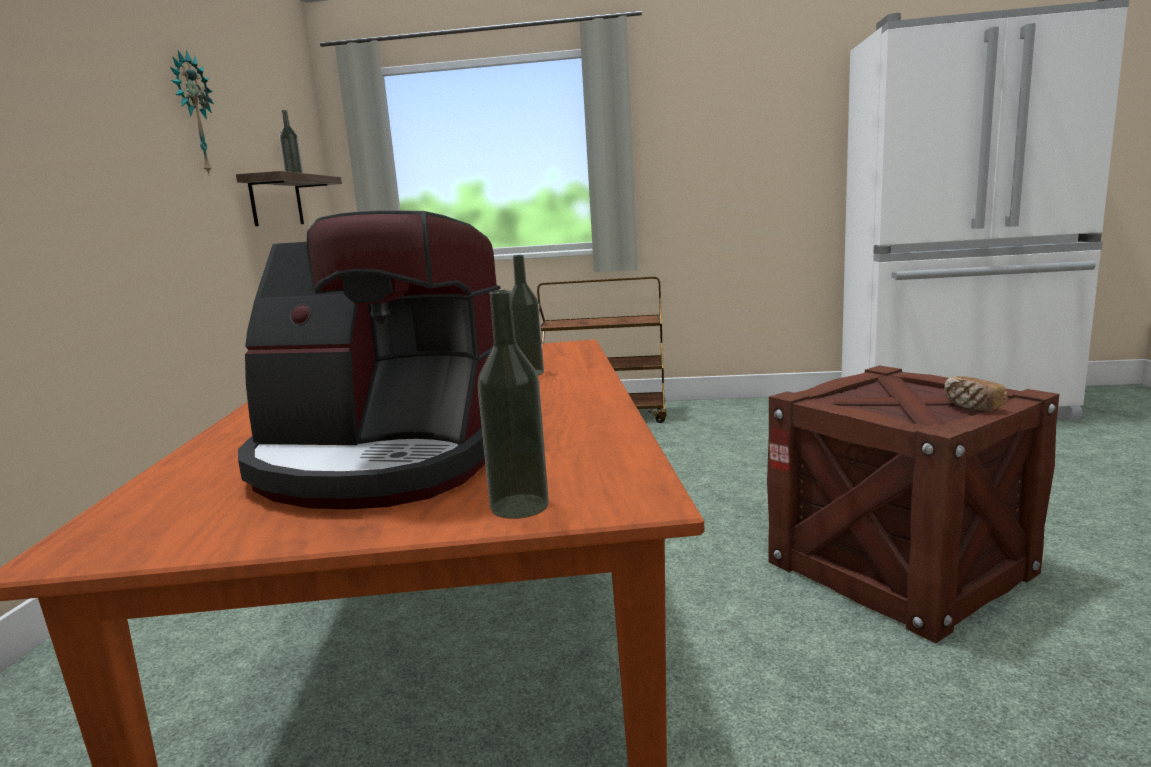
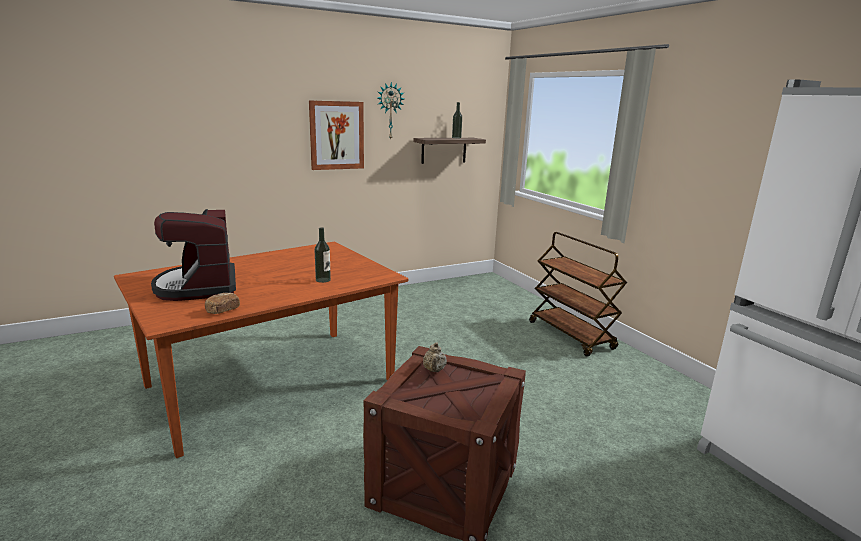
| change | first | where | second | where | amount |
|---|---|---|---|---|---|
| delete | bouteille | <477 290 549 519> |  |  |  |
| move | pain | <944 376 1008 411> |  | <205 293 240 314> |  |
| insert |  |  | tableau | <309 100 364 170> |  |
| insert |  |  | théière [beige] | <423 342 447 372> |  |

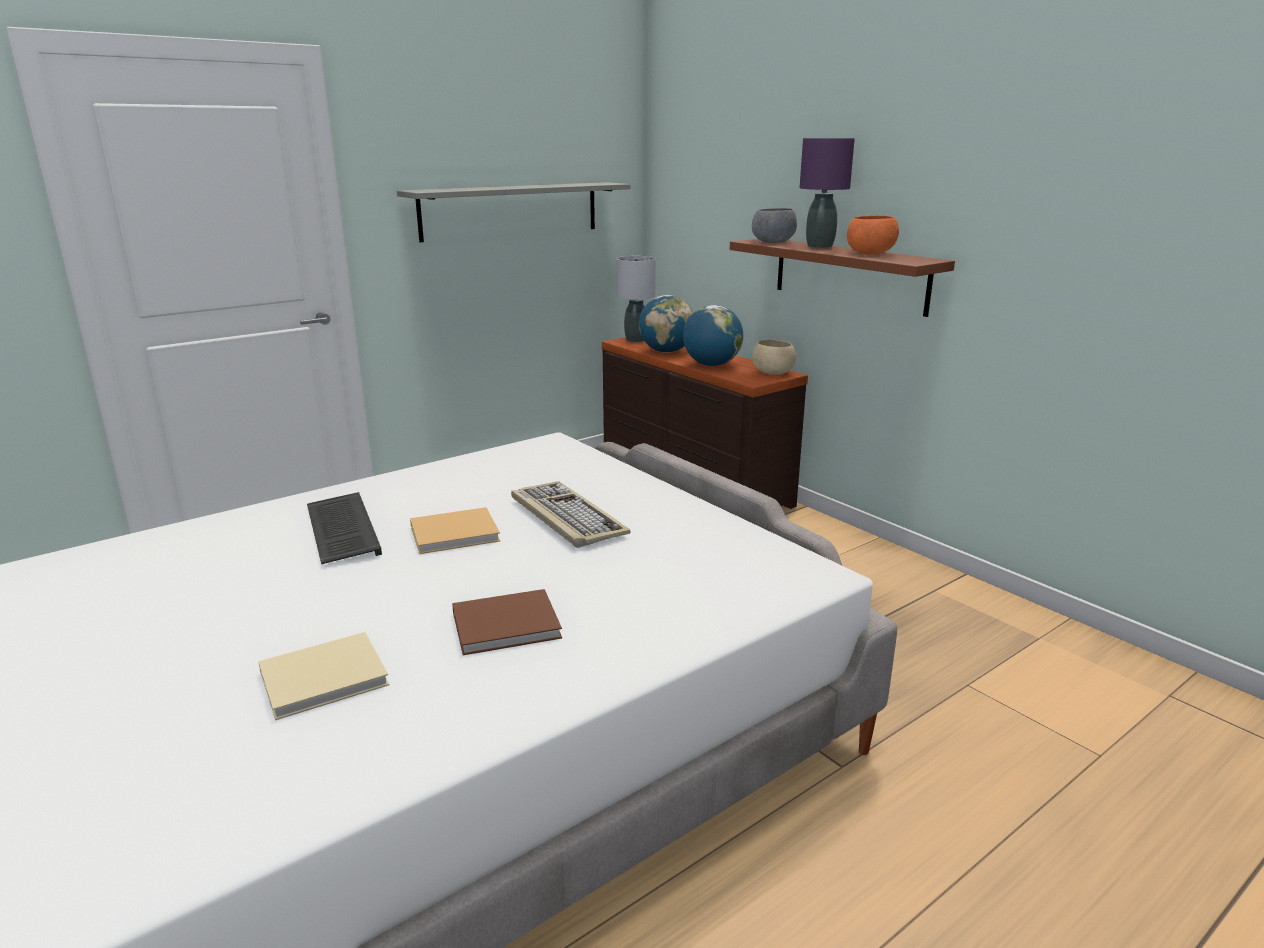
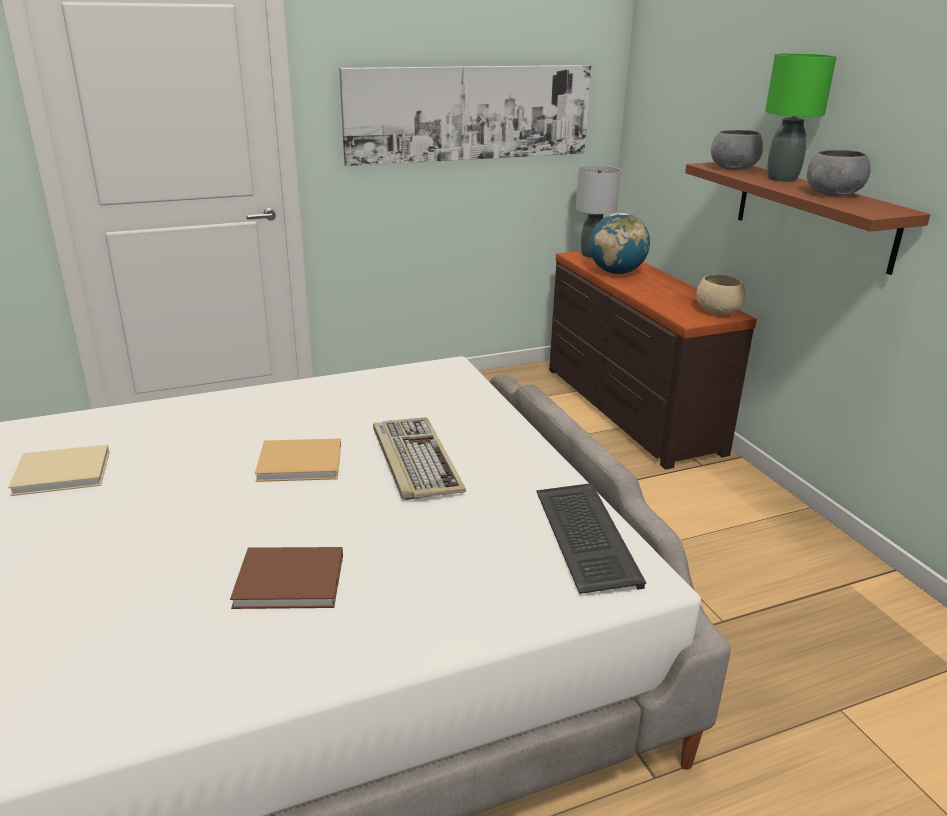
| change | first | where | second | where | amount |
|---|---|---|---|---|---|
| recolor | lampe de table [violet] | <800 138 855 248> | lampe de table [vert] | <765 53 837 182> |  |
| replace | étagère [gris] | <397 182 631 242> | tableau | <339 65 591 166> |  |
| recolor | bol [orange] | <847 216 899 255> | bol [gris] | <807 150 871 196> |  |
| delete | globe | <683 305 743 366> |  |  |  |
| move | clavier | <307 492 382 564> |  | <536 483 646 594> |  |
| move | livre [beige] | <258 632 389 720> |  | <8 444 110 496> |  |

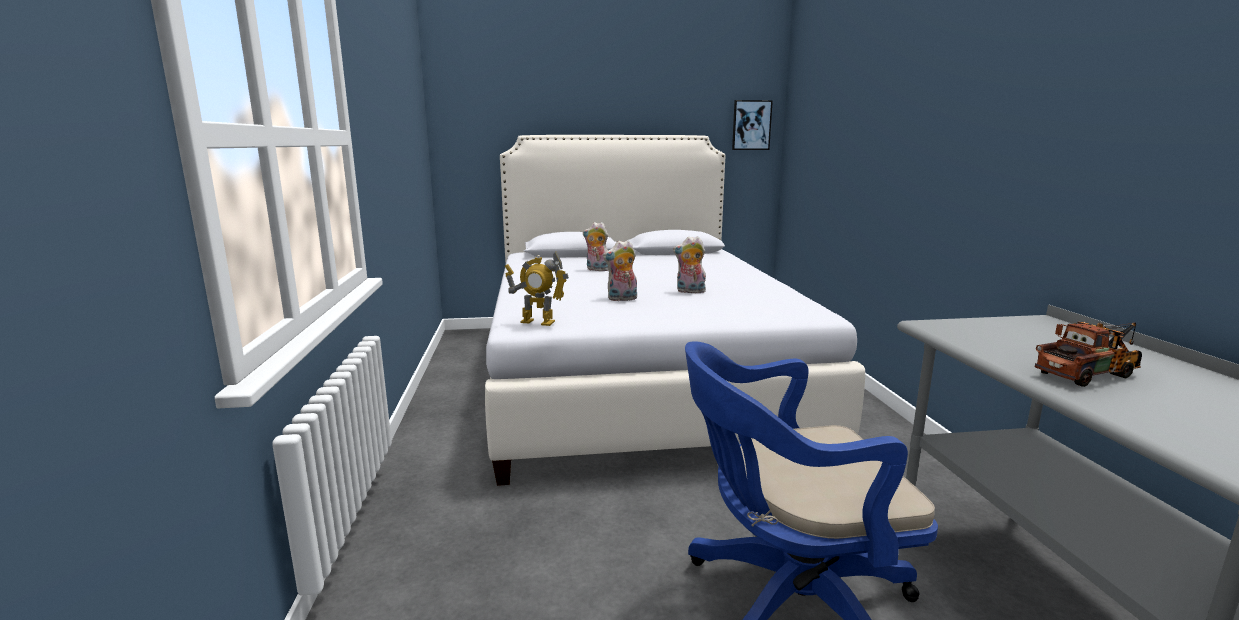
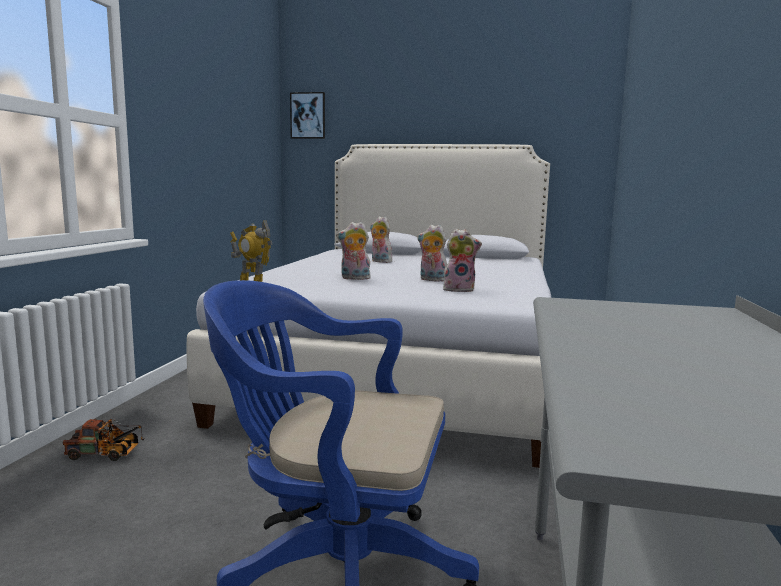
| change | first | where | second | where | amount |
|---|---|---|---|---|---|
| move | tableau | <732 100 773 150> |  | <290 92 325 139> |  |
| move | camion jouet | <1035 322 1142 387> |  | <63 419 144 461> |  |
| insert |  |  | peluche | <443 229 482 292> |  |

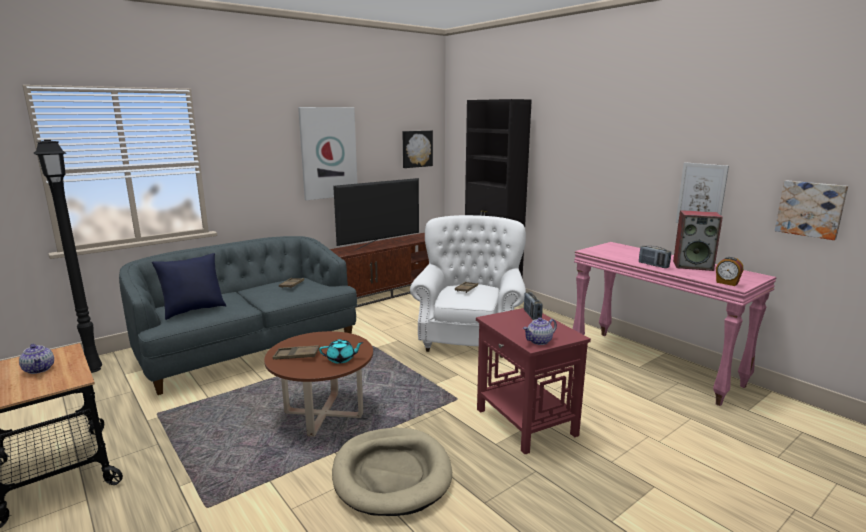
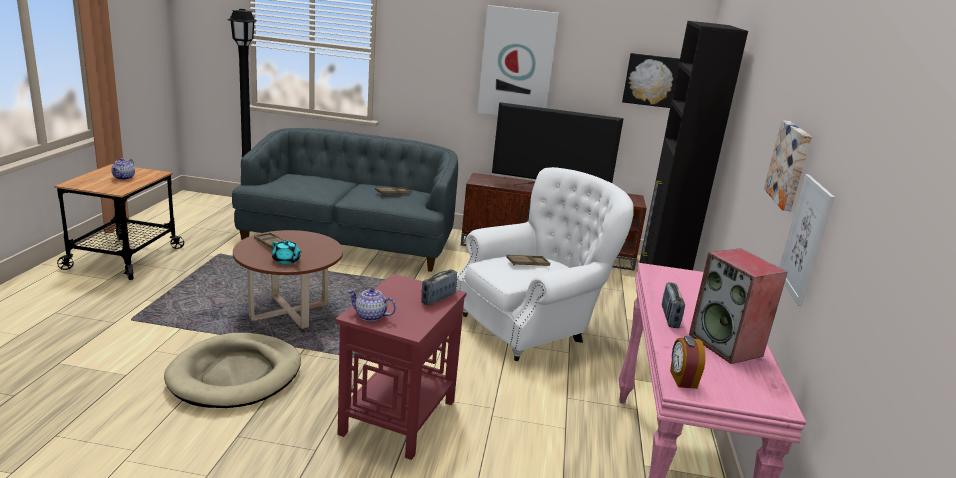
| change | first | where | second | where | amount |
|---|---|---|---|---|---|
| move | tableau | <775 180 848 240> |  | <764 120 812 211> |  |
| delete | coussin [bleu] | <152 253 226 320> |  |  |  |

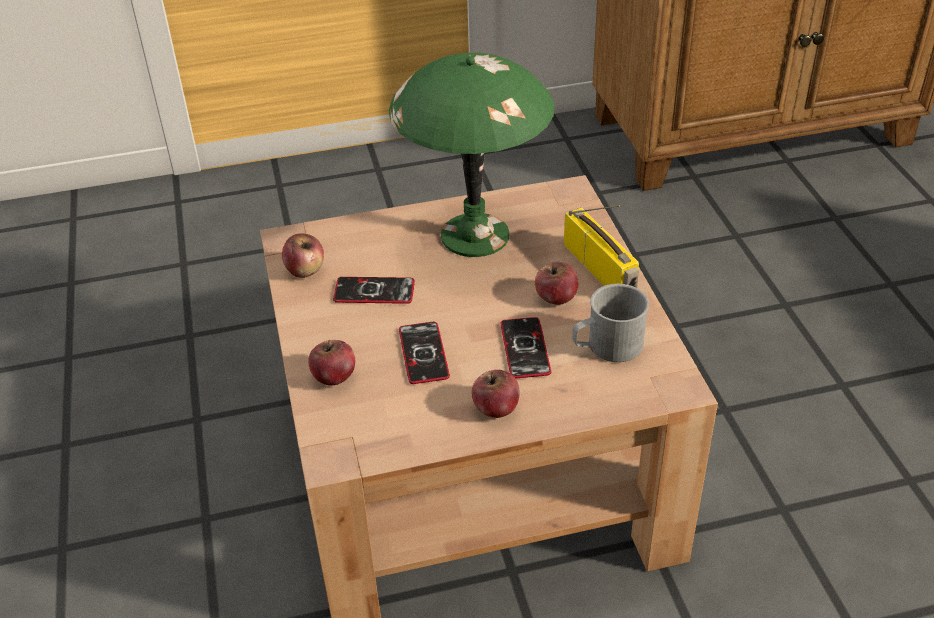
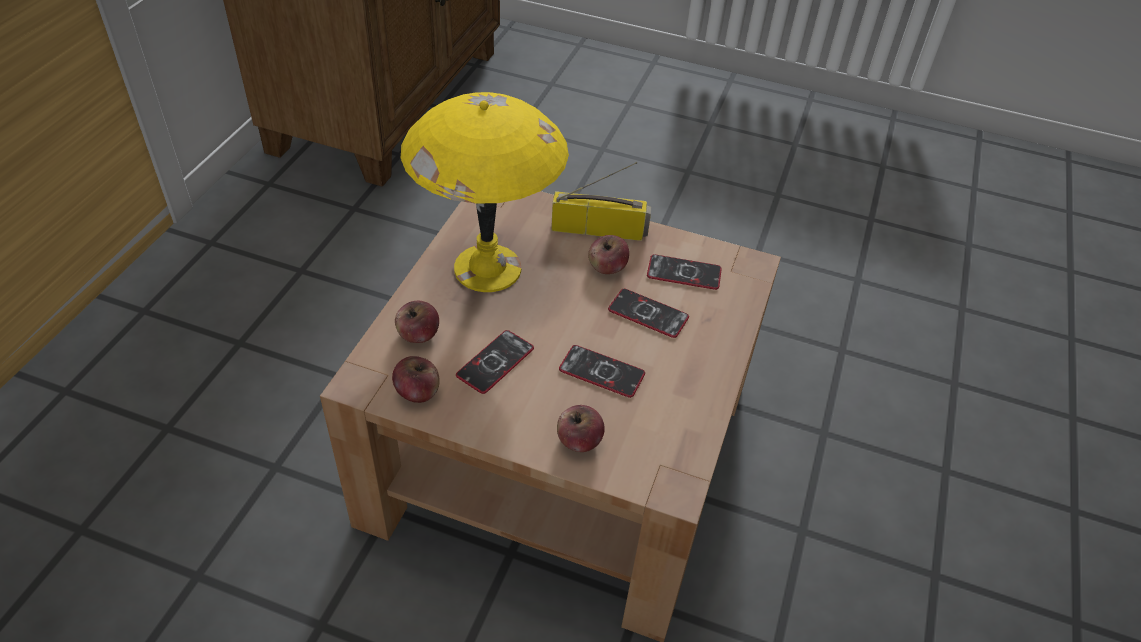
| change | first | where | second | where | amount |
|---|---|---|---|---|---|
| recolor | lampe de table [vert] | <389 53 555 257> | lampe de table [jaune] | <401 92 569 292> |  |
| replace | mug [gris] | <572 284 649 362> | téléphone | <647 254 722 290> |  |
| move | pomme | <472 370 520 418> |  | <395 301 439 343> |  |

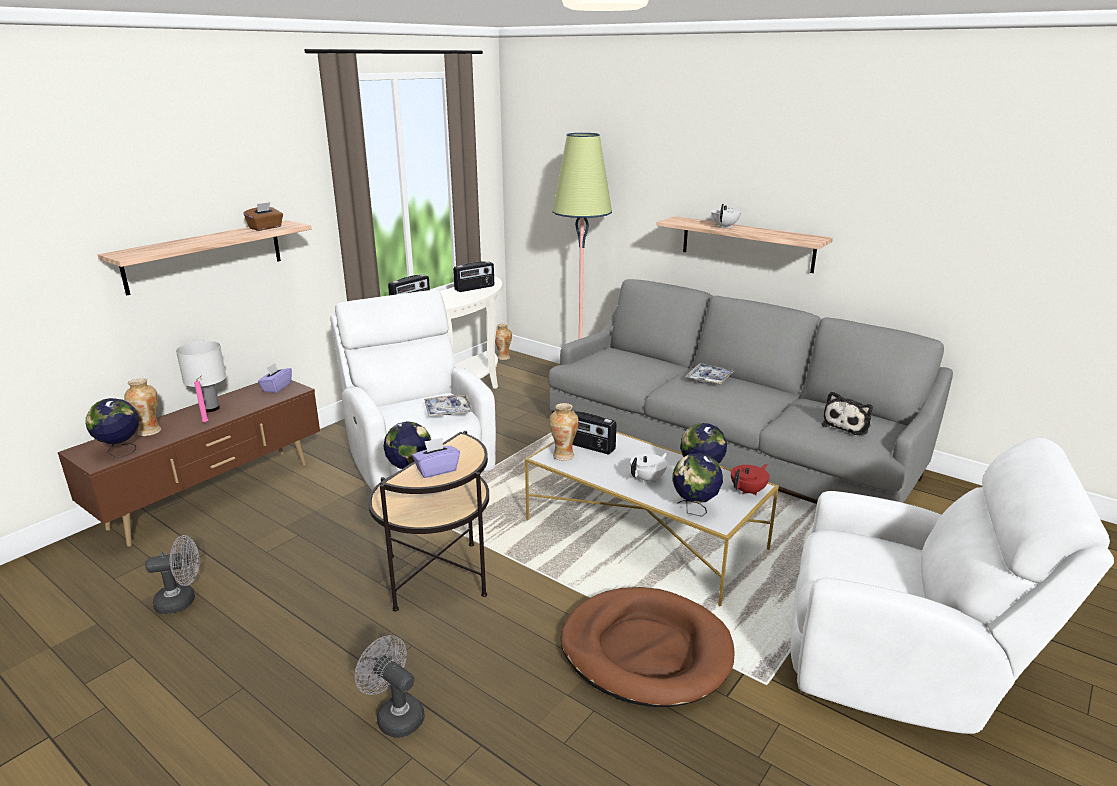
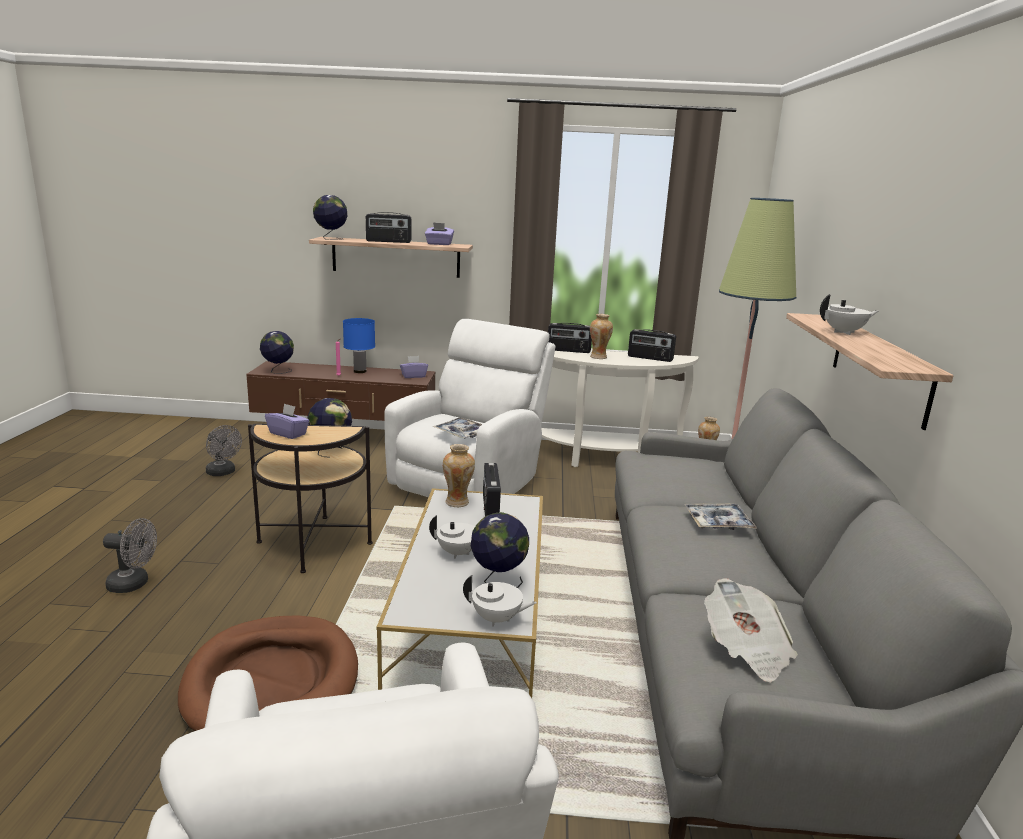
| change | first | where | second | where | amount |
|---|---|---|---|---|---|
| recolor | boîte à mouchoirs [marron] | <243 202 283 231> | boîte à mouchoirs [violet] | <425 222 454 245> |  |
| recolor | lampe de table [blanc] | <176 341 226 412> | lampe de table [bleu] | <343 318 375 373> |  |
| move | vase | <124 378 161 436> |  | <590 314 613 359> |  |
| replace | peluche | <822 391 873 435> | journal | <704 578 798 683> |  |
| move | globe | <673 453 723 517> |  | <313 195 347 240> |  |
| recolor | théière [rouge] | <731 464 770 495> | théière [blanc] | <463 575 537 627> |  |
| rotate | ventilateur [gris] | <355 635 425 738> |  | <103 518 157 593> | 90 degrees clockwise |
| insert |  |  | radio | <366 212 411 243> |  |

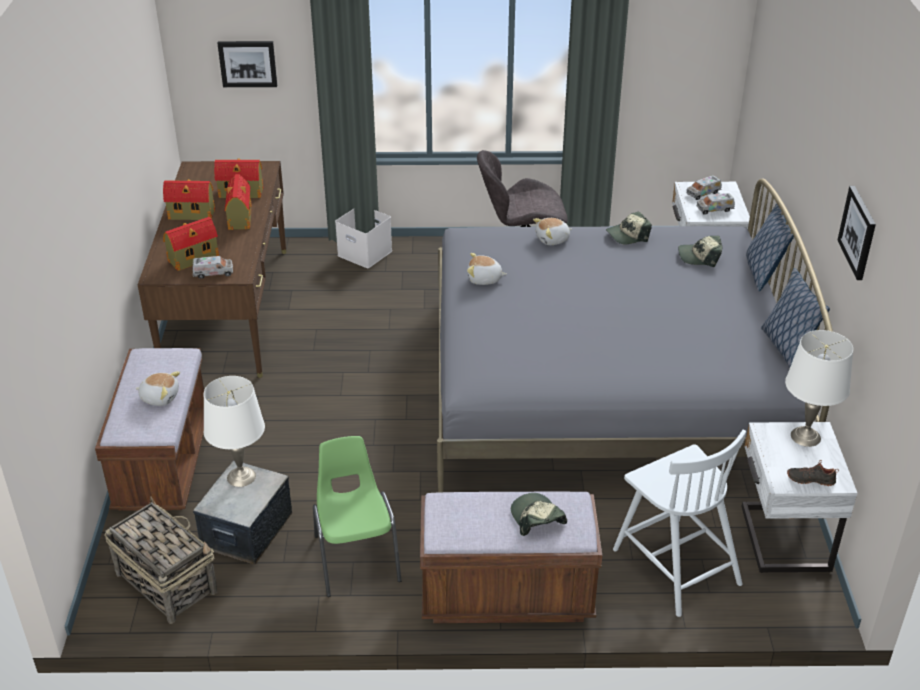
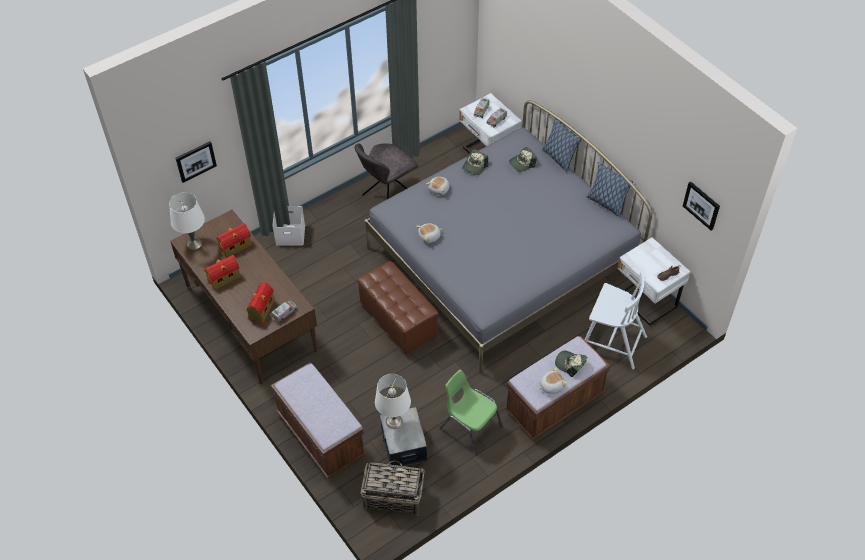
| change | first | where | second | where | amount |
|---|---|---|---|---|---|
| delete | maison miniature | <225 174 252 230> |  |  |  |
| move | tableau | <838 186 876 280> |  | <683 181 720 230> |  |
| move | lampe de table [blanc] | <785 330 853 447> |  | <169 192 205 250> |  |
| move | peluche | <135 372 180 406> |  | <539 367 567 394> |  |
| insert |  |  | pouf [marron] | <357 261 439 355> |  |

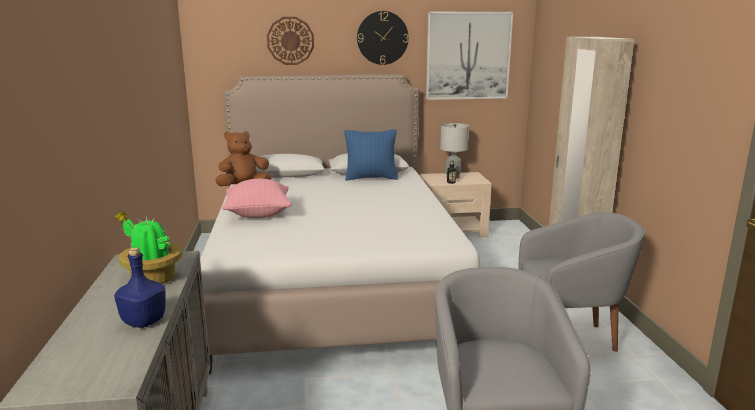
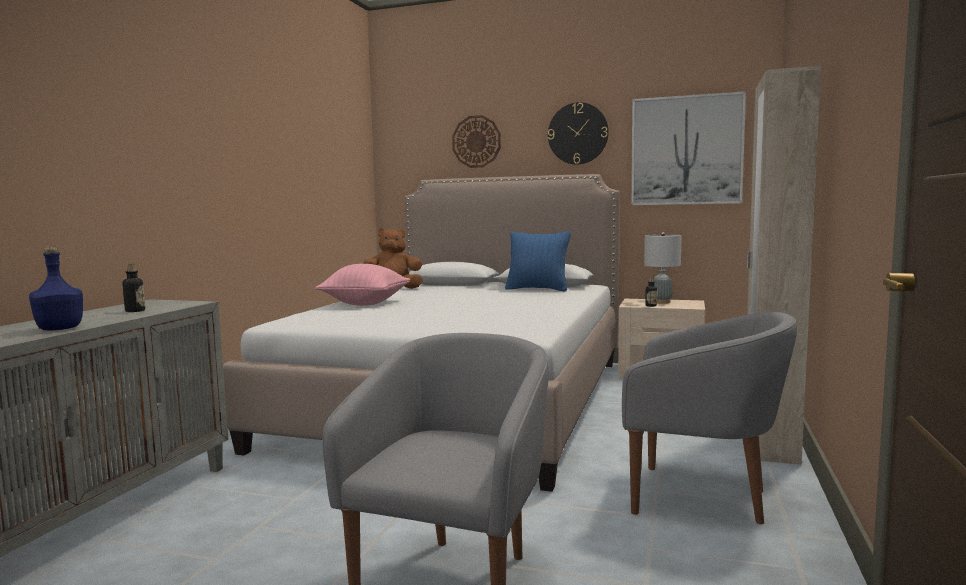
| change | first | where | second | where | amount |
|---|---|---|---|---|---|
| replace | plante en pot | <114 211 182 284> | bouteille | <122 264 145 312> |  |

